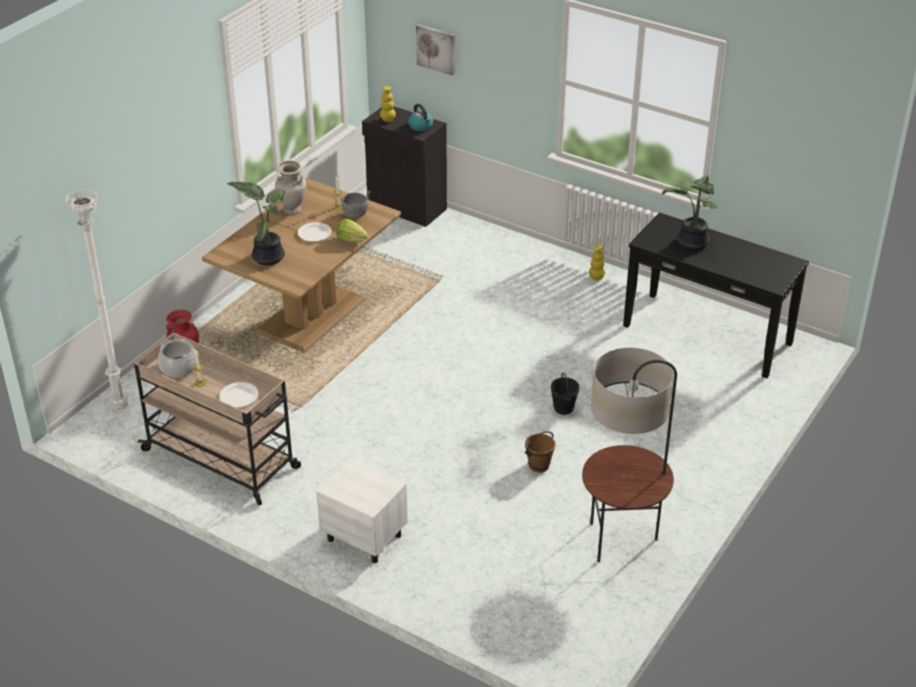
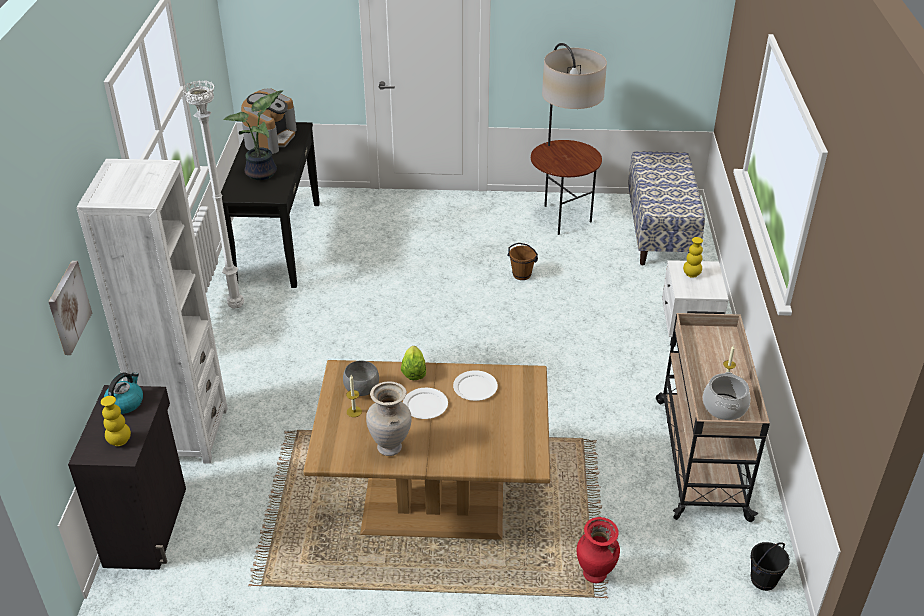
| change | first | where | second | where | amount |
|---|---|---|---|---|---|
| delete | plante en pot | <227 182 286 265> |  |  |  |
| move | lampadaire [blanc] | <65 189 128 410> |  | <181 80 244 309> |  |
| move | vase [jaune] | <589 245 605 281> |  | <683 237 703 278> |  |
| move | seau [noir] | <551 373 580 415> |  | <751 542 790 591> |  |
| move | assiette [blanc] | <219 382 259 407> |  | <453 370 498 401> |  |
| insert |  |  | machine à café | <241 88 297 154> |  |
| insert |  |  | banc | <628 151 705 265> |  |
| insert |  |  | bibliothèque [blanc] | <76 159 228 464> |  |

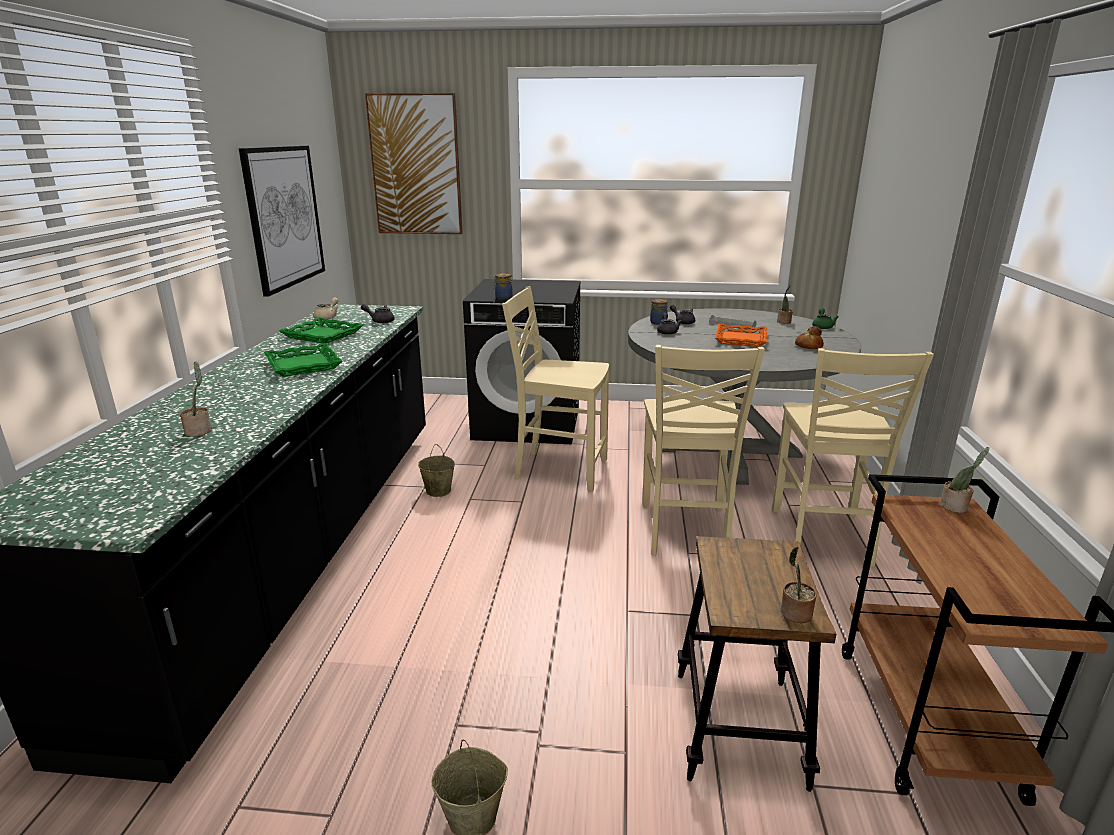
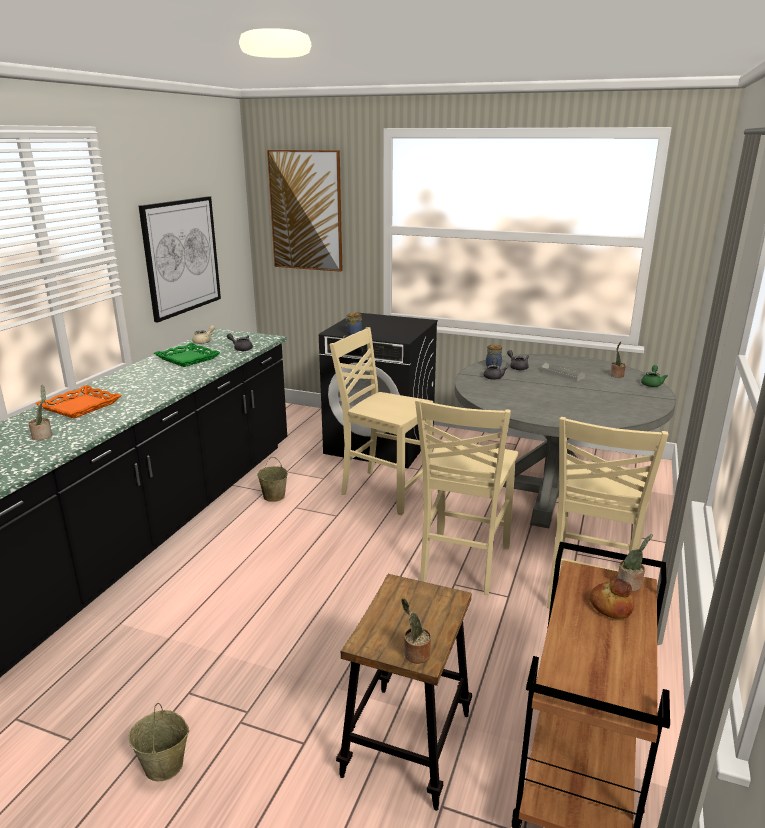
| change | first | where | second | where | amount |
|---|---|---|---|---|---|
| move | plateau [orange] | <715 323 767 347> |  | <35 385 122 418> |  |
| move | pain | <795 326 824 349> |  | <590 578 634 619> |  |
| delete | plateau [vert] | <264 343 342 377> |  |  |  |

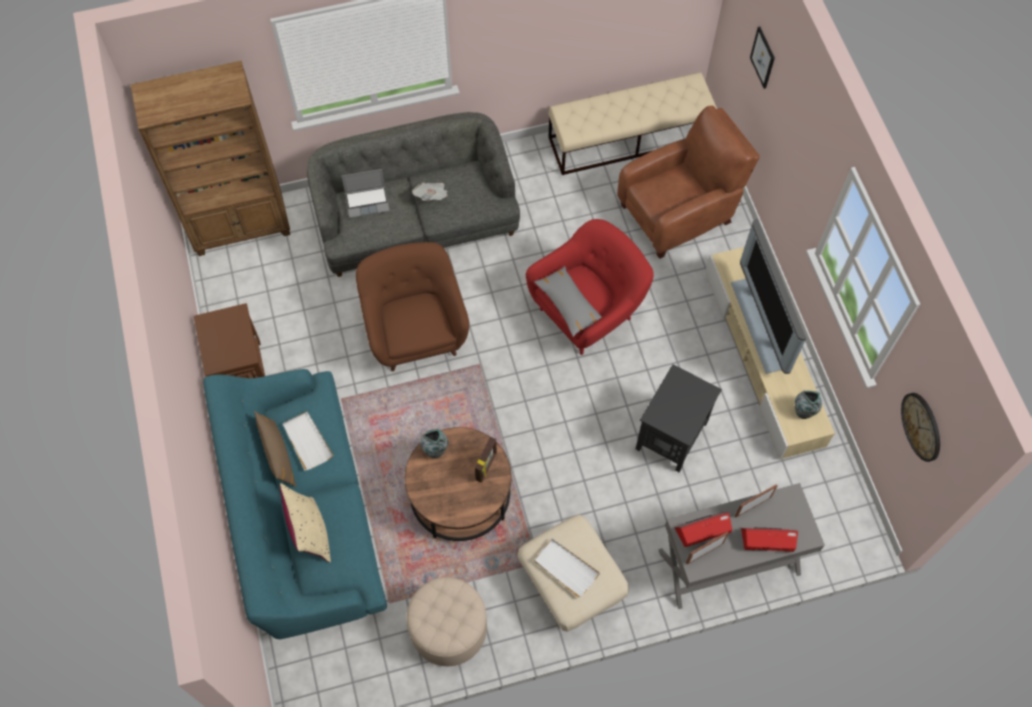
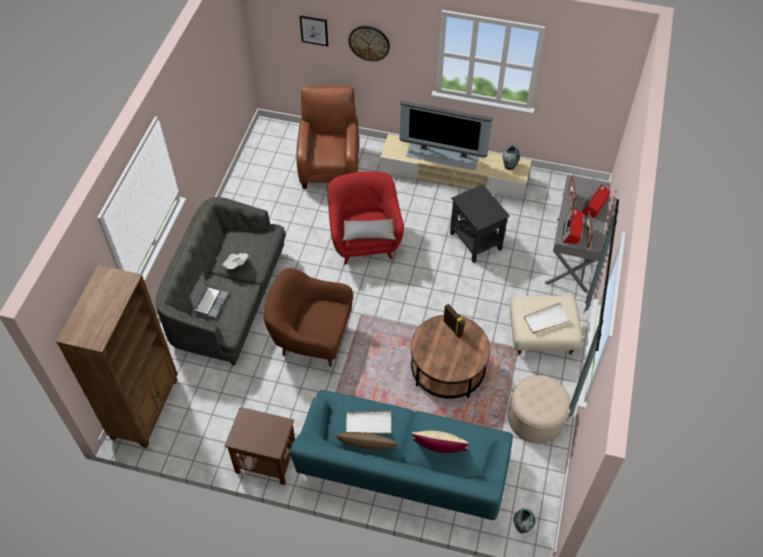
| change | first | where | second | where | amount |
|---|---|---|---|---|---|
| delete | banc [beige] | <548 72 717 175> |  |  |  |
| move | horloge murale | <901 393 940 462> |  | <348 26 390 61> |  |
| move | vase | <421 429 448 459> |  | <513 509 535 533> |  |

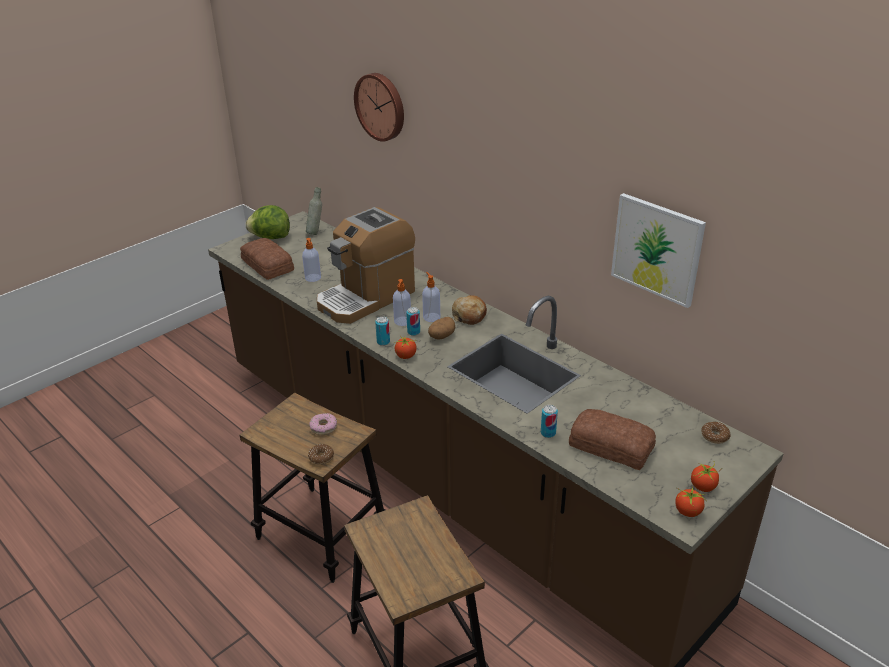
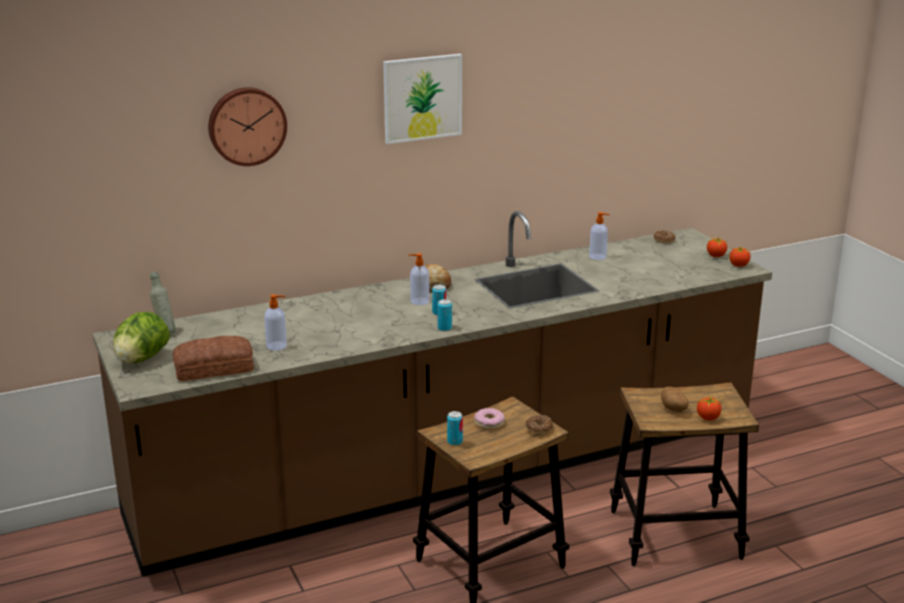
| change | first | where | second | where | amount |
|---|---|---|---|---|---|
| move | tableau | <611 193 706 308> |  | <383 54 462 144> |  |
| delete | machine à café | <317 207 415 324> |  |  |  |
| move | distributeur de savon | <393 279 411 326> |  | <589 212 610 260> |  |
| move | pomme de terre | <428 317 455 340> |  | <661 387 689 412> |  |
| move | tomate | <395 337 417 359> |  | <697 396 723 420> |  |
| move | boîte métallique | <541 405 558 438> |  | <447 411 463 446> |  |
| delete | pain | <569 409 656 470> |  |  |  |

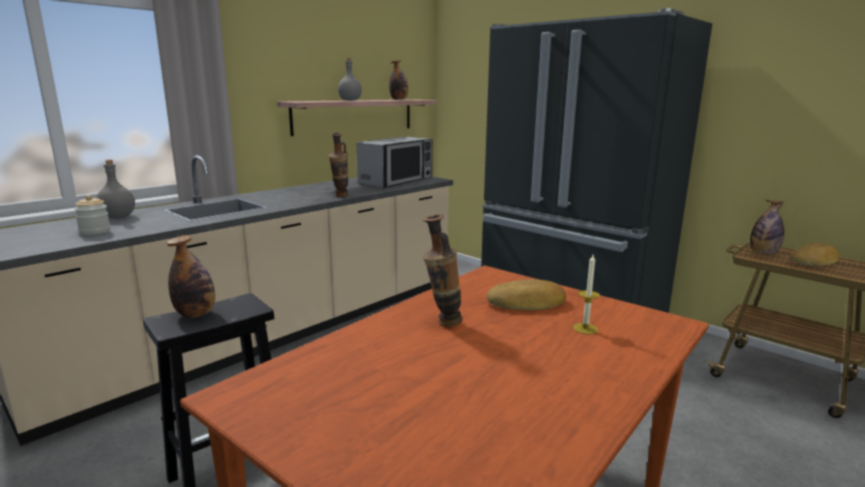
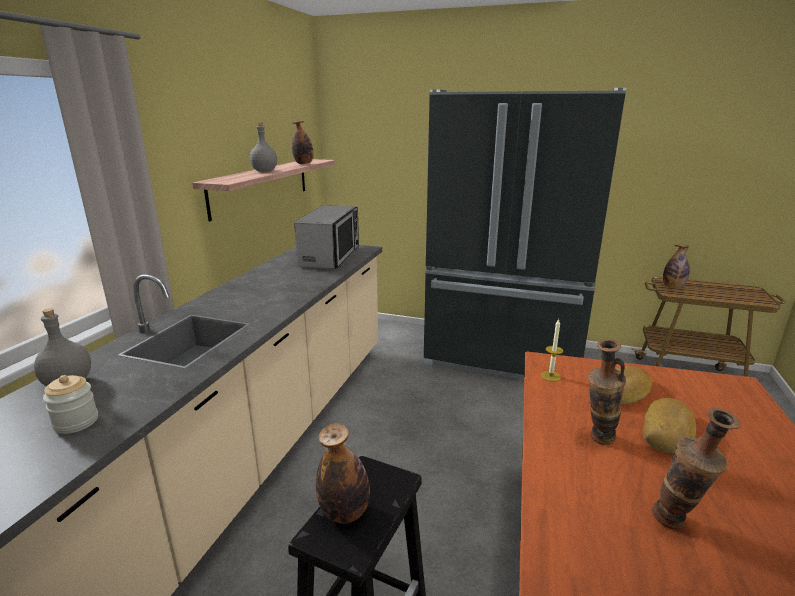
| change | first | where | second | where | amount |
|---|---|---|---|---|---|
| move | vase | <329 133 348 197> |  | <652 408 741 530> |  |
| move | pain | <789 243 839 266> |  | <643 398 696 453> |  |
| move | bougie | <573 255 600 334> |  | <541 319 563 381> |  |

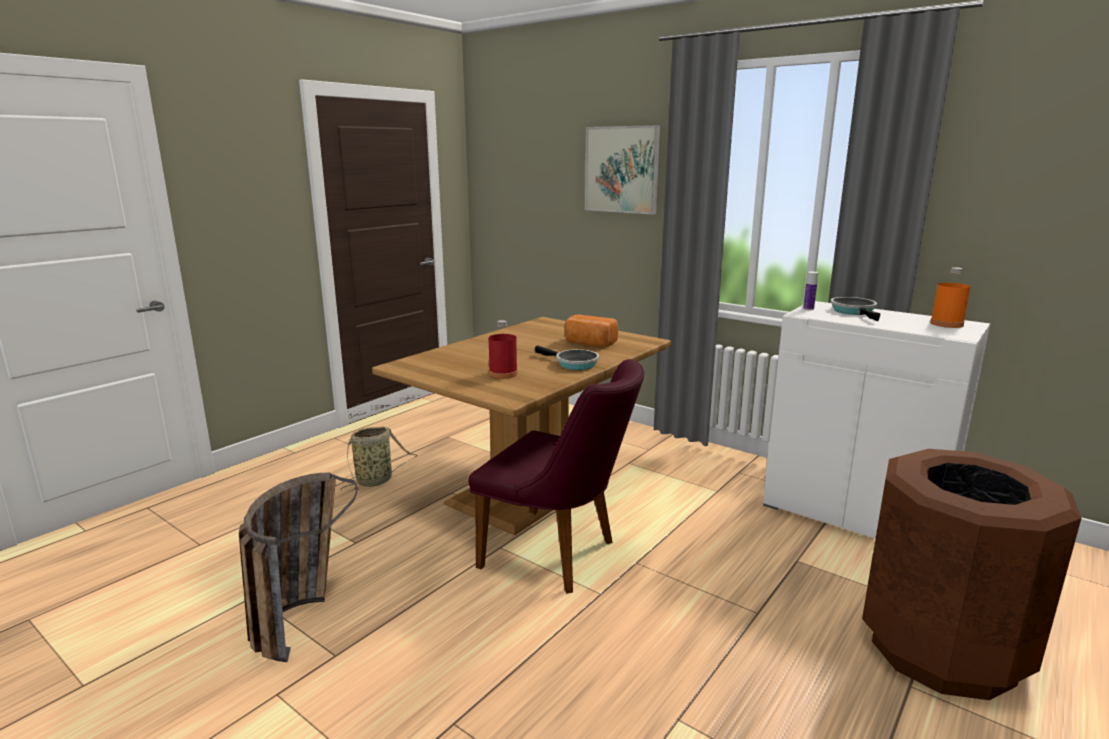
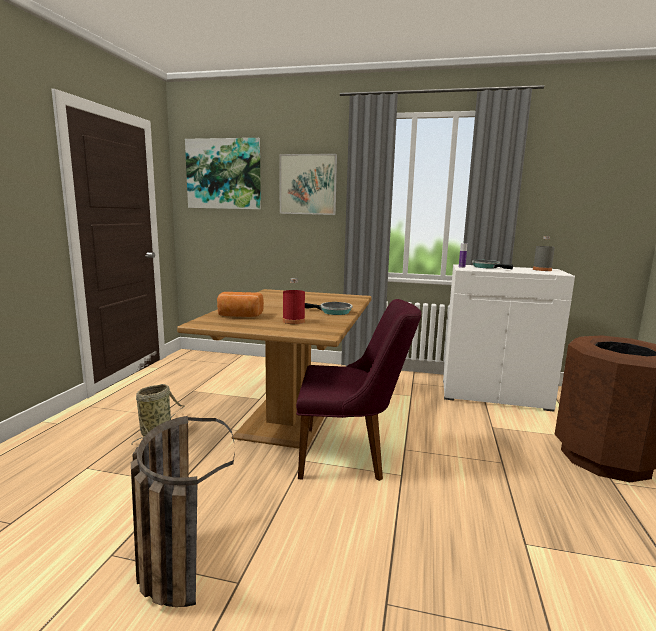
| change | first | where | second | where | amount |
|---|---|---|---|---|---|
| recolor | bouteille [orange] | <930 267 971 328> | bouteille [gris] | <533 236 555 271> |  |
| move | pain | <565 314 618 347> |  | <217 292 264 317> |  |
| insert |  |  | tableau | <185 138 261 210> |  |

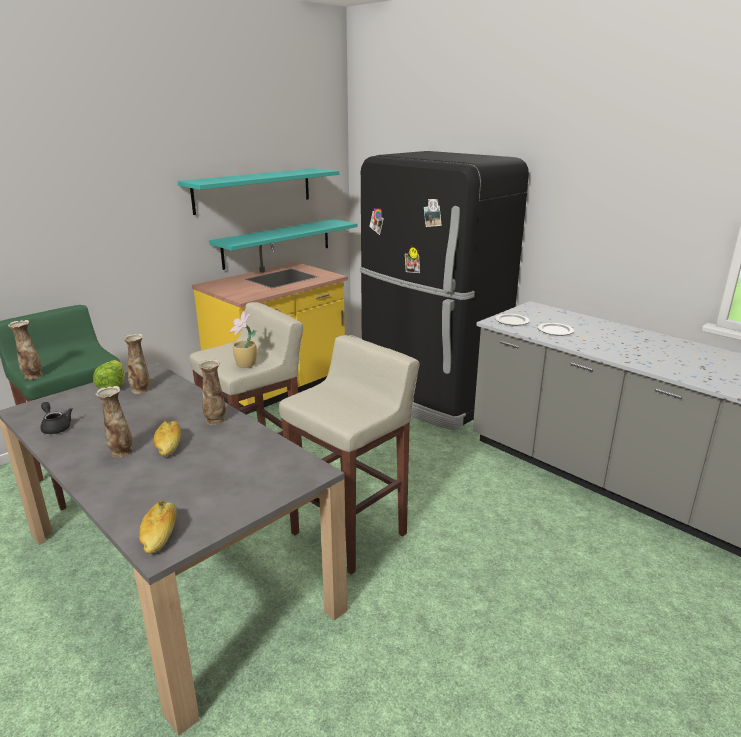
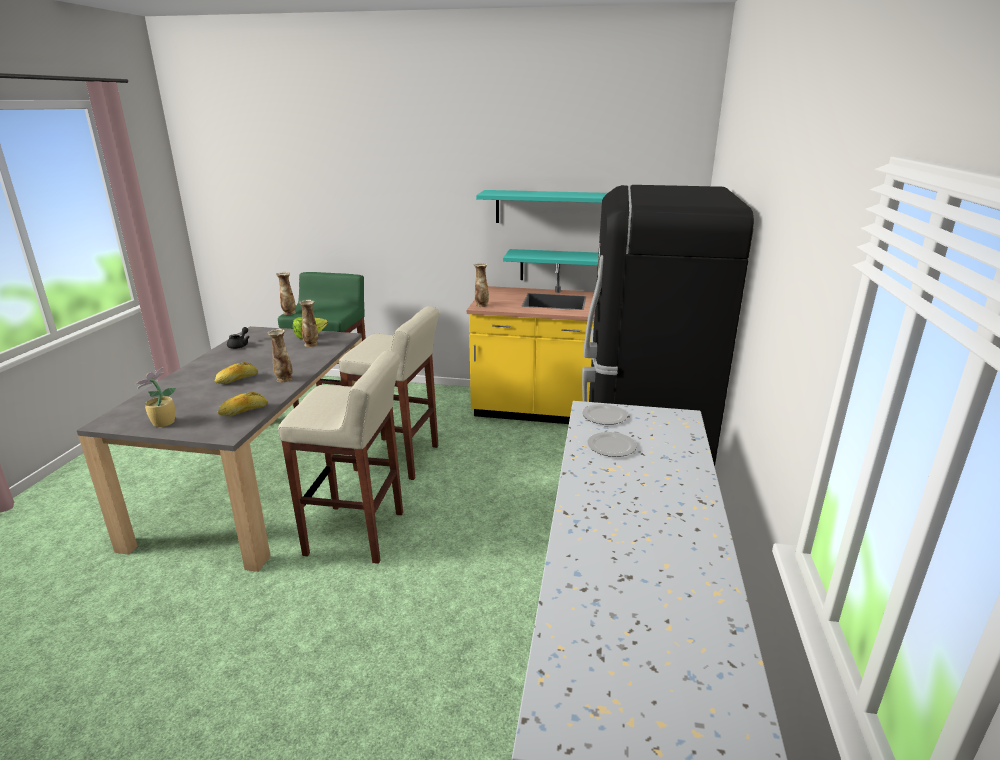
| change | first | where | second | where | amount |
|---|---|---|---|---|---|
| move | plante en pot | <230 311 257 368> |  | <136 367 176 427> |  |
| move | vase | <96 386 133 458> |  | <474 263 489 307> |  |
| move | pain | <139 501 177 554> |  | <218 392 267 417> |  |

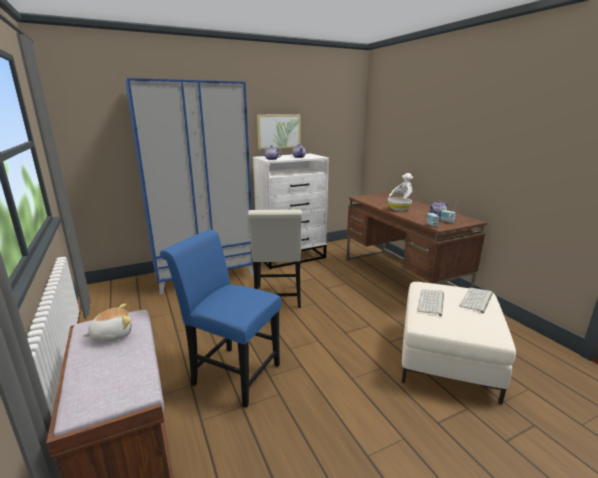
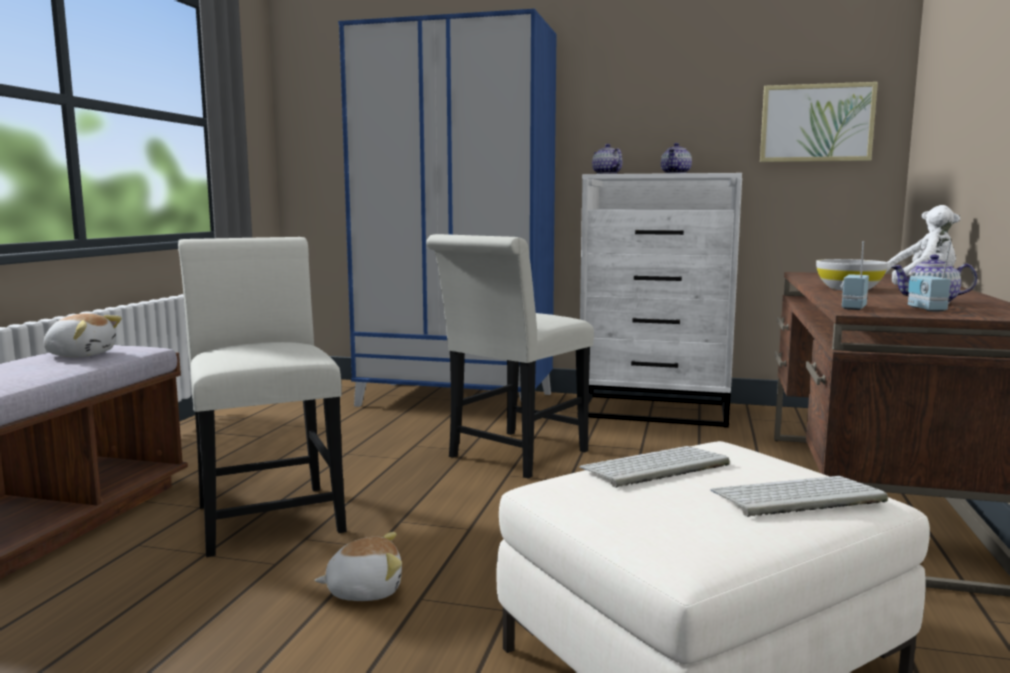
| change | first | where | second | where | amount |
|---|---|---|---|---|---|
| move | tableau | <257 114 300 149> |  | <760 82 878 162> |  |
| recolor | chaise [bleu] | <160 229 281 407> | chaise [blanc] | <178 237 347 557> |  |
| insert |  |  | peluche | <314 532 402 601> |  |

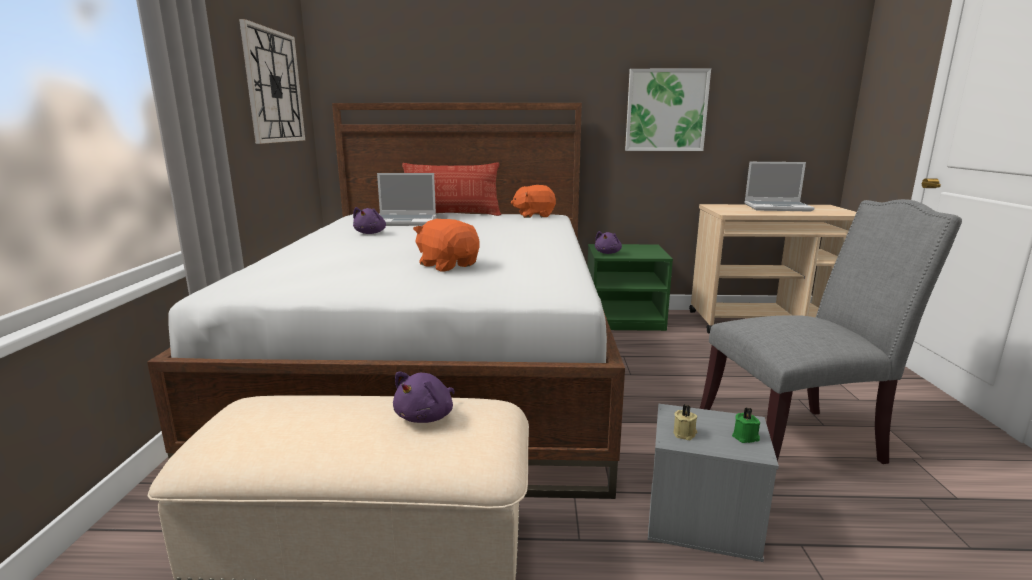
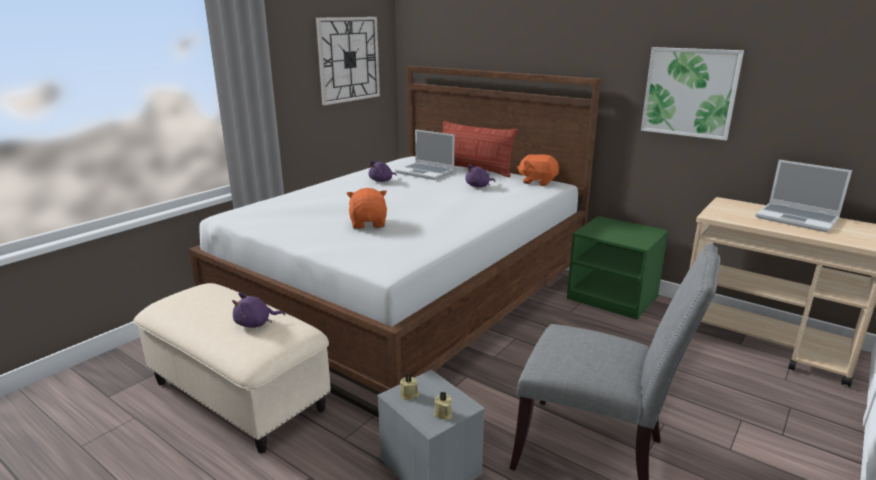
| change | first | where | second | where | amount |
|---|---|---|---|---|---|
| move | peluche [violet] | <595 231 622 254> |  | <465 164 495 187> |  |
| recolor | bougie [vert] | <732 408 760 443> | bougie [beige] | <434 391 452 420> |  |

